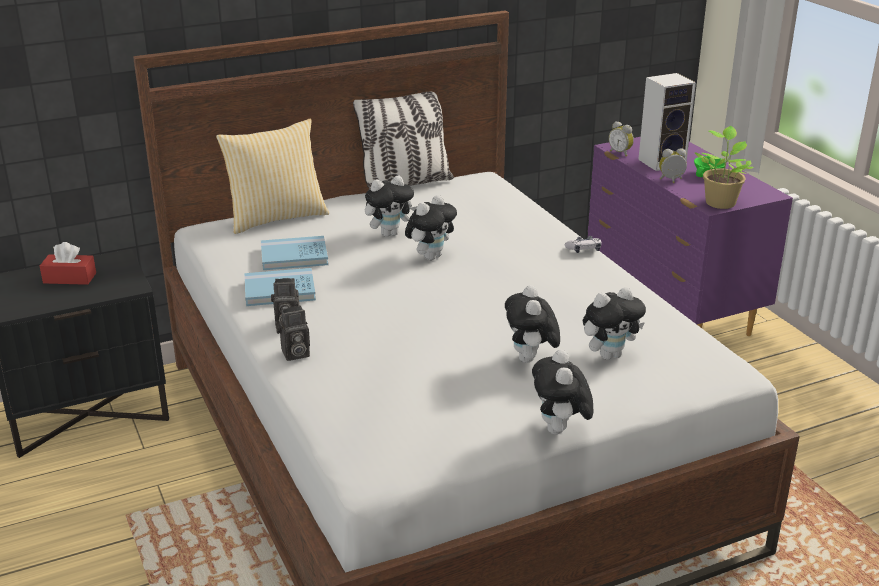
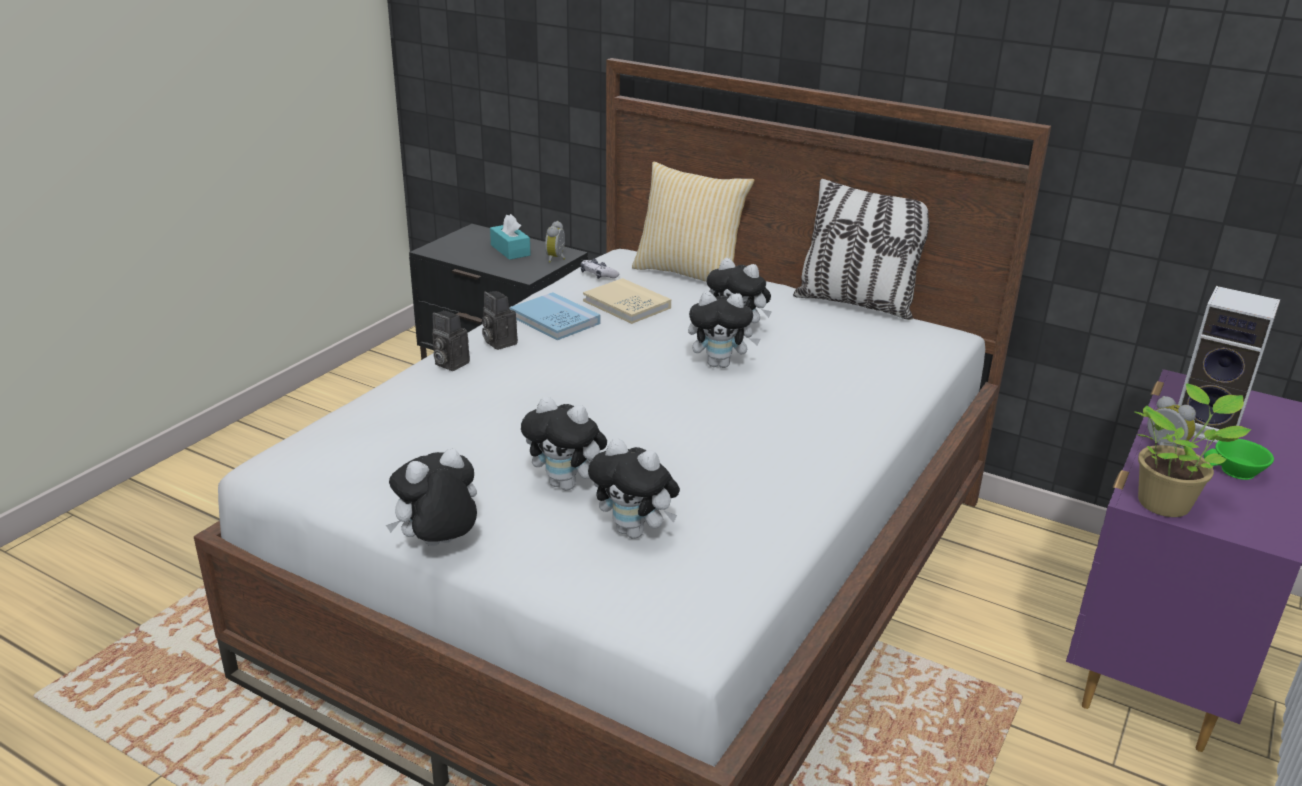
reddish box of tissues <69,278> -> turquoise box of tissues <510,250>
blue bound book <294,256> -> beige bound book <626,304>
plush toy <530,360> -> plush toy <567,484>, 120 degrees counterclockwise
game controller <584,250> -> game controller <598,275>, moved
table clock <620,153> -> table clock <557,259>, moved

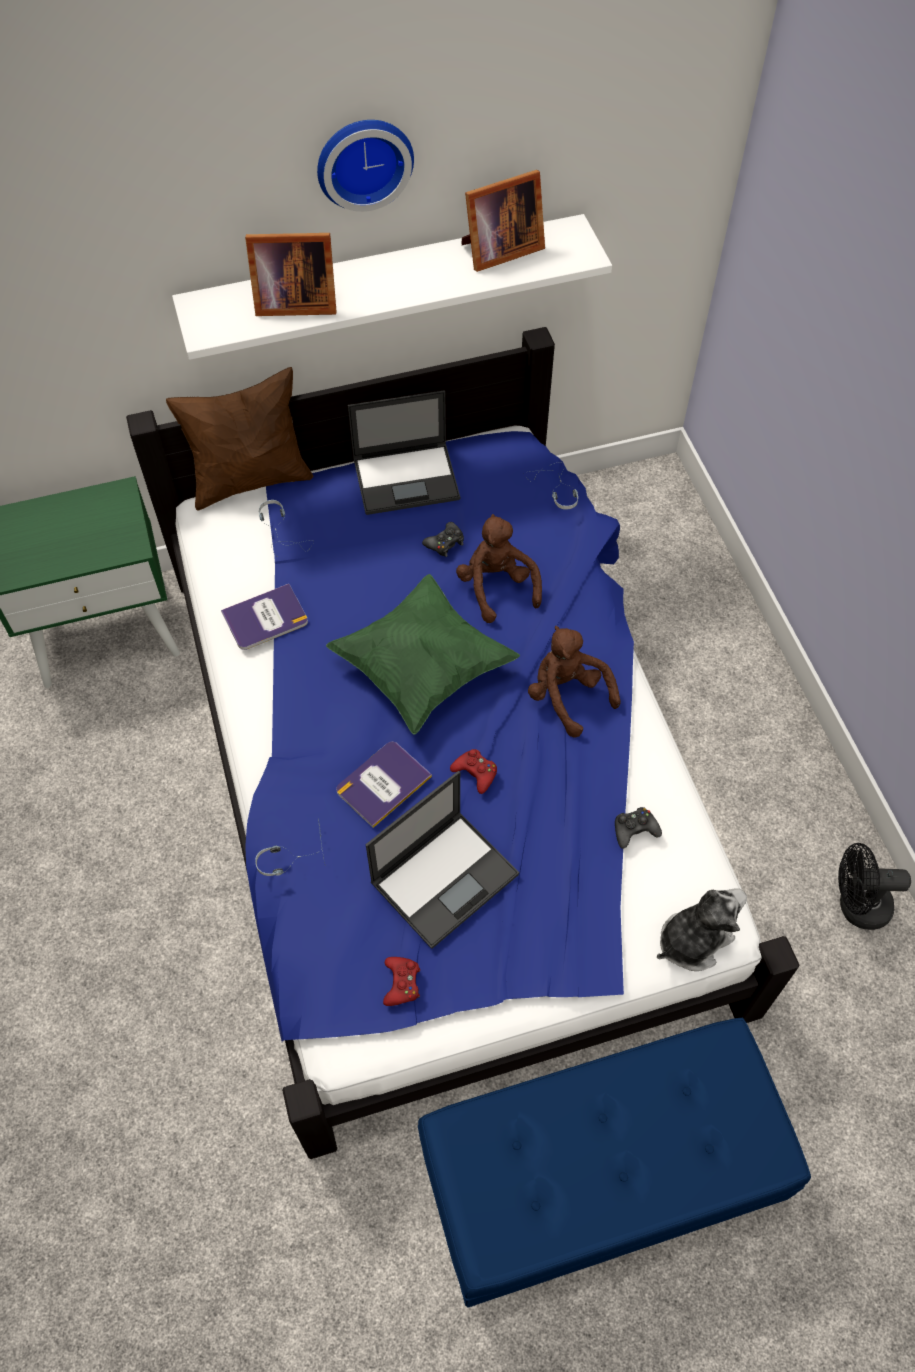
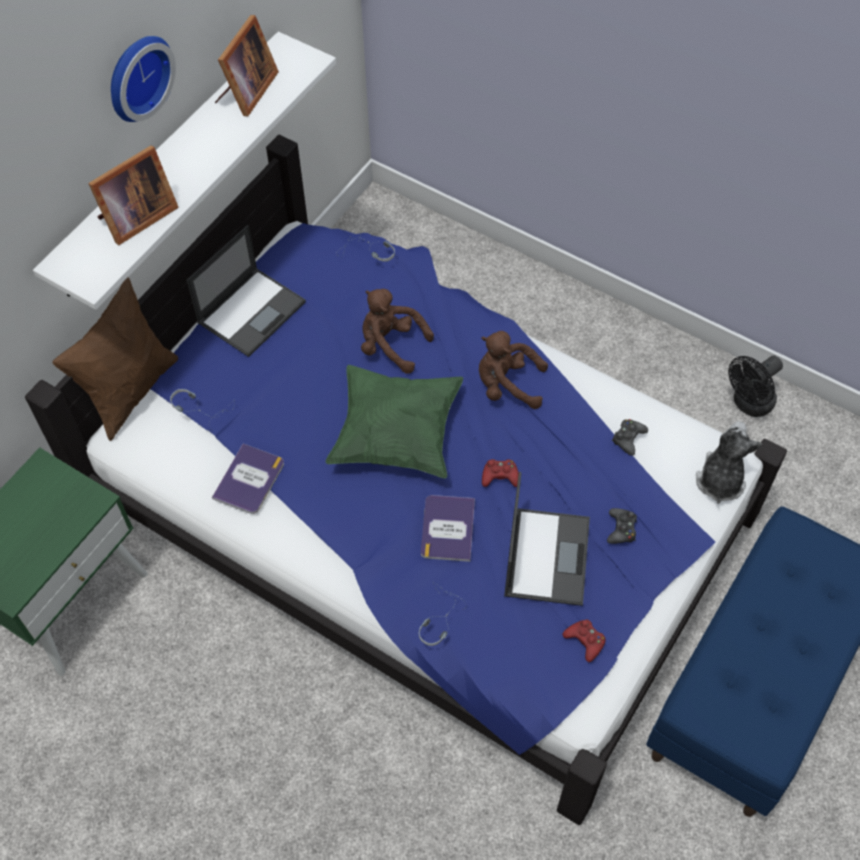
black-coloured game controller <445,543> -> black-coloured game controller <621,529>, moved

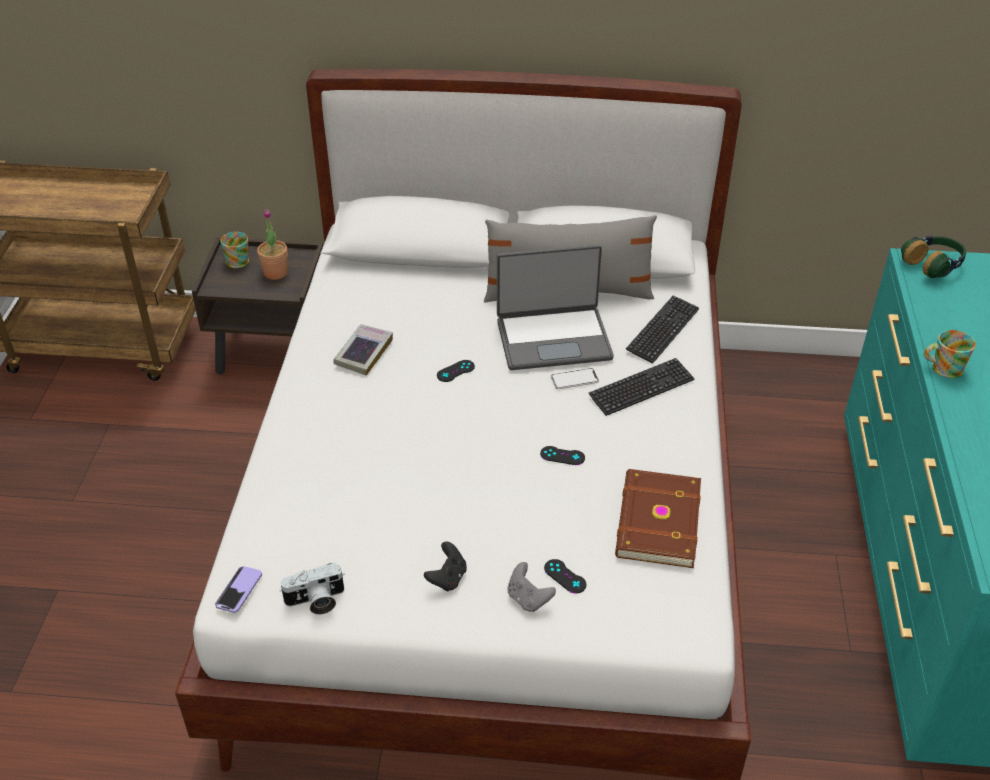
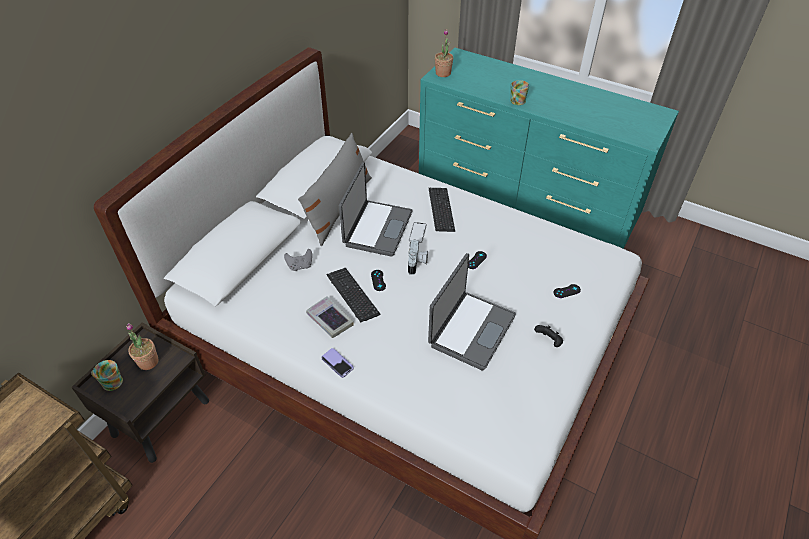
handset <239,590> -> handset <337,363>, moved
photo camera <316,601> -> photo camera <417,263>, moved
greyish game controller <528,599> -> greyish game controller <300,266>, moved
brown-coloured bound book <656,522> -> none
computer keyboard <662,330> -> computer keyboard <352,295>, moved
headset <933,265> -> plant in a pot <443,73>
none -> laptop <470,330>

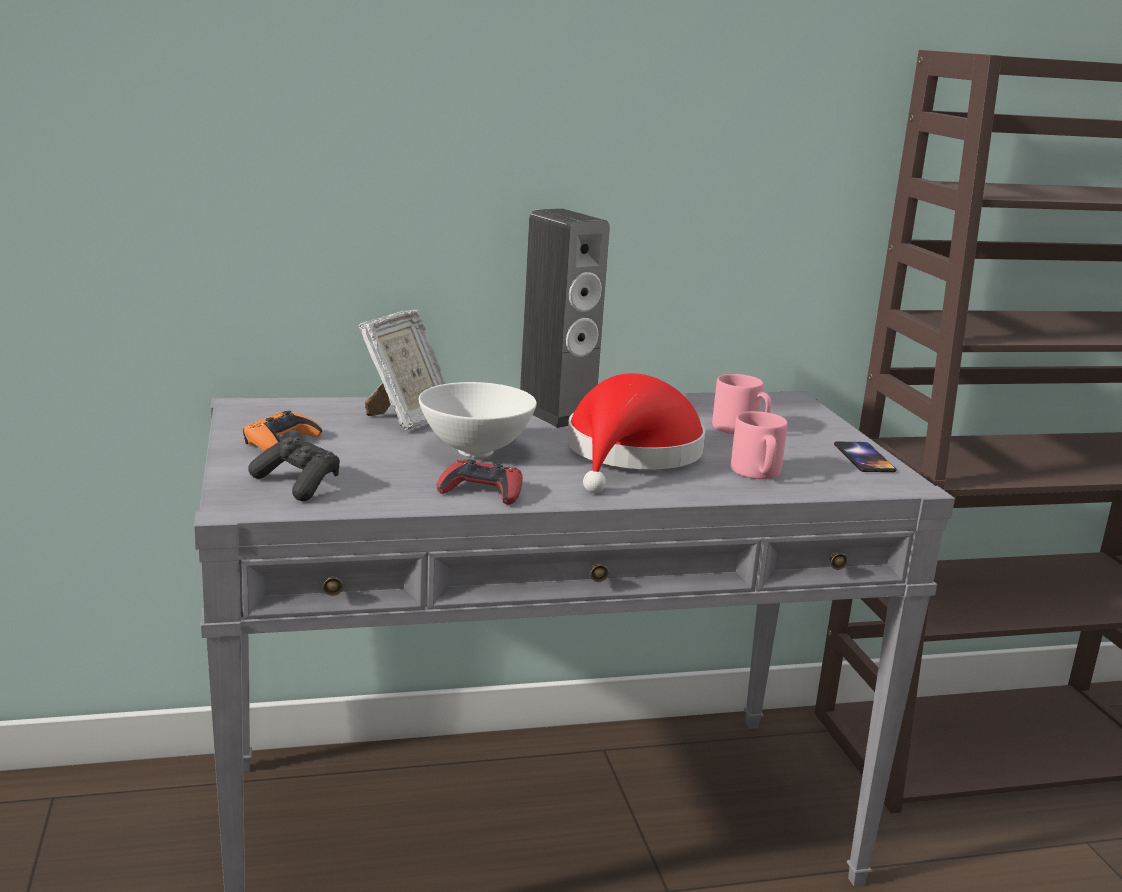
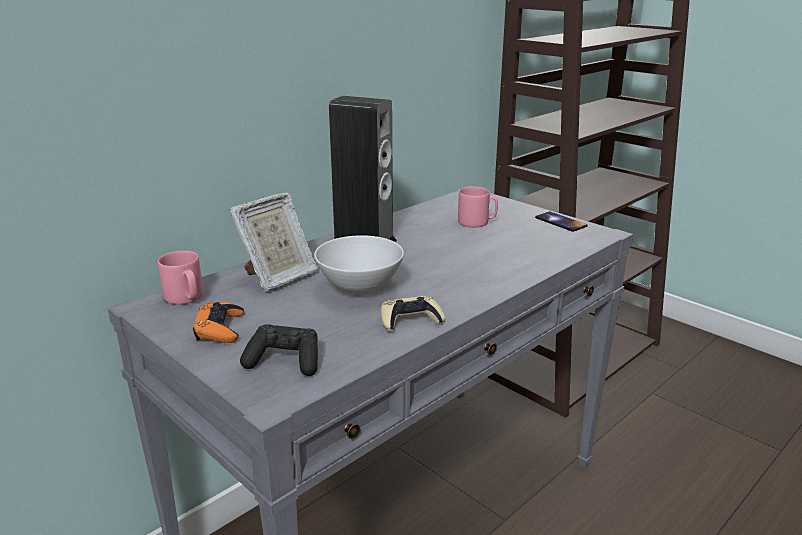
standing frame <407,417> -> standing frame <278,277>, 45 degrees clockwise
reddish game controller <482,491> -> beige game controller <410,320>
reddish hat <631,455> -> none
pinkish coffee mug <757,473> -> pinkish coffee mug <186,298>, moved

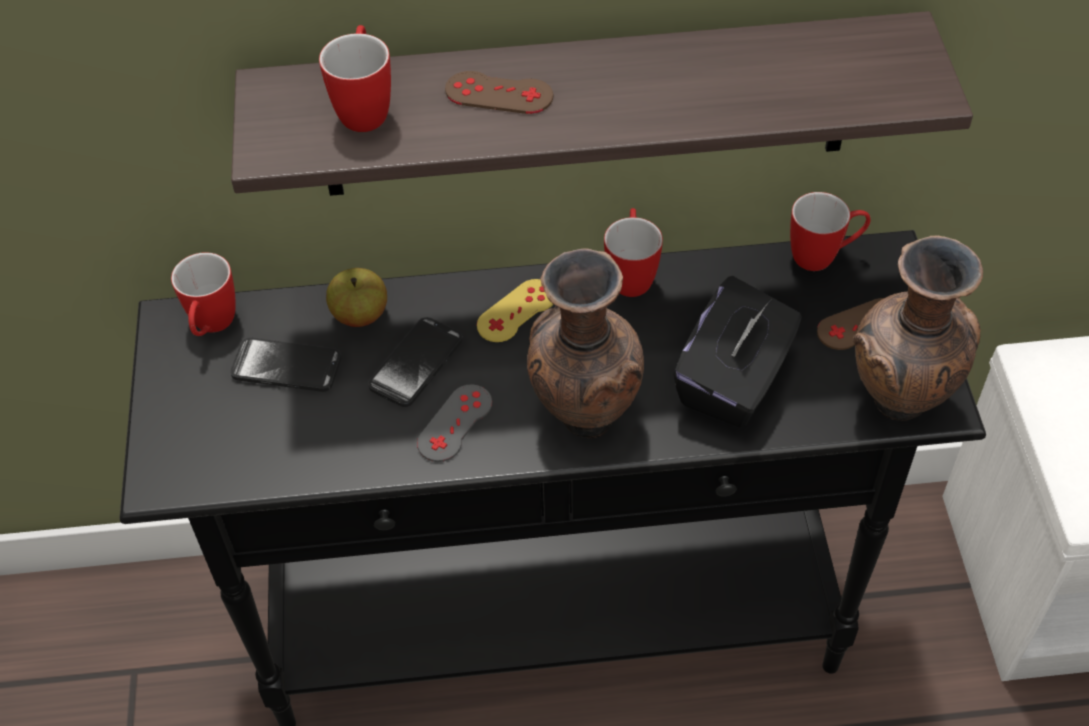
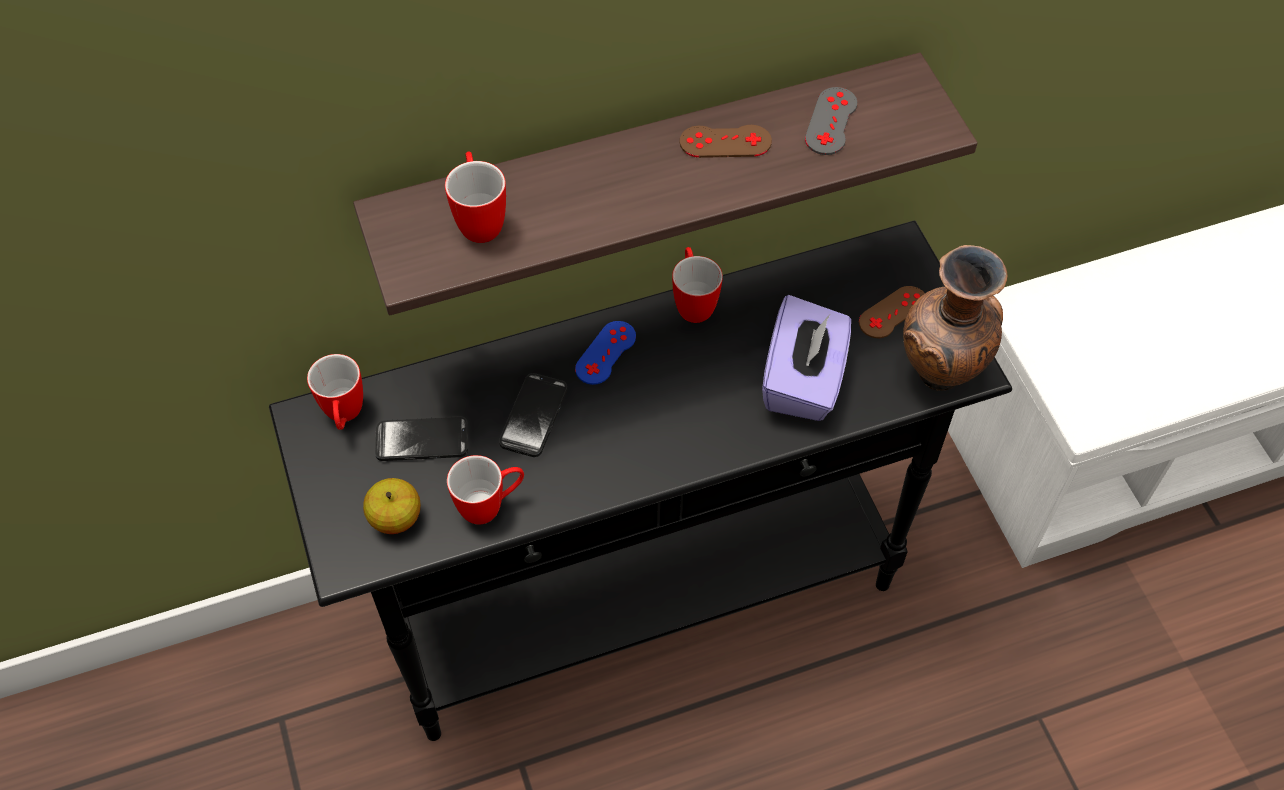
whole apple <360,315> -> whole apple <395,518>, moved
greyish game controller <455,423> -> greyish game controller <831,121>, moved
brown-coloured game controller <499,93> -> brown-coloured game controller <725,142>, moved
yellowish game controller <517,311> -> blue game controller <605,353>
brown-coloured decorative vase <583,417> -> none
black-coloured box of tissues <734,380> -> purple box of tissues <803,380>
coffee mug <823,256> -> coffee mug <491,506>, moved

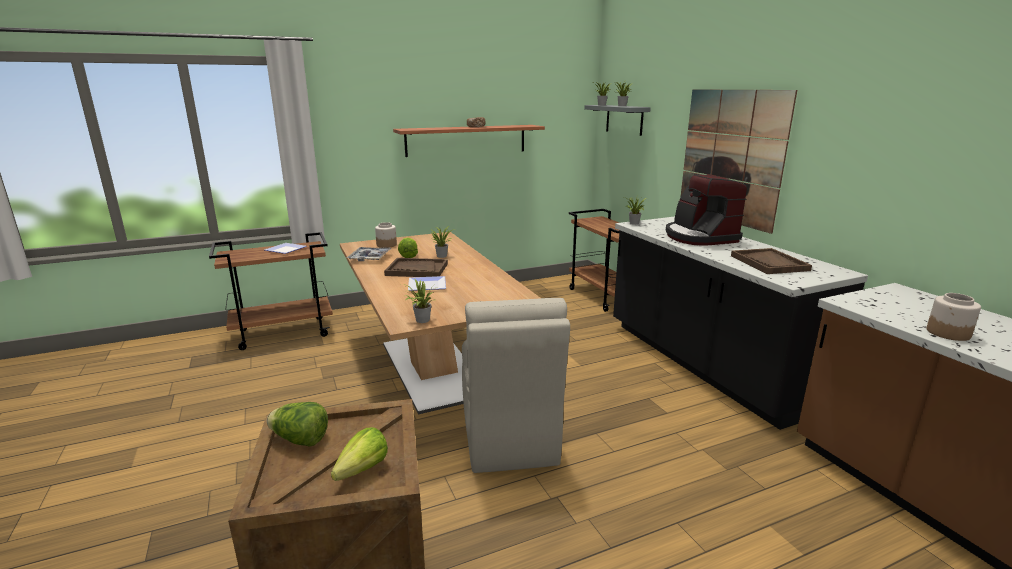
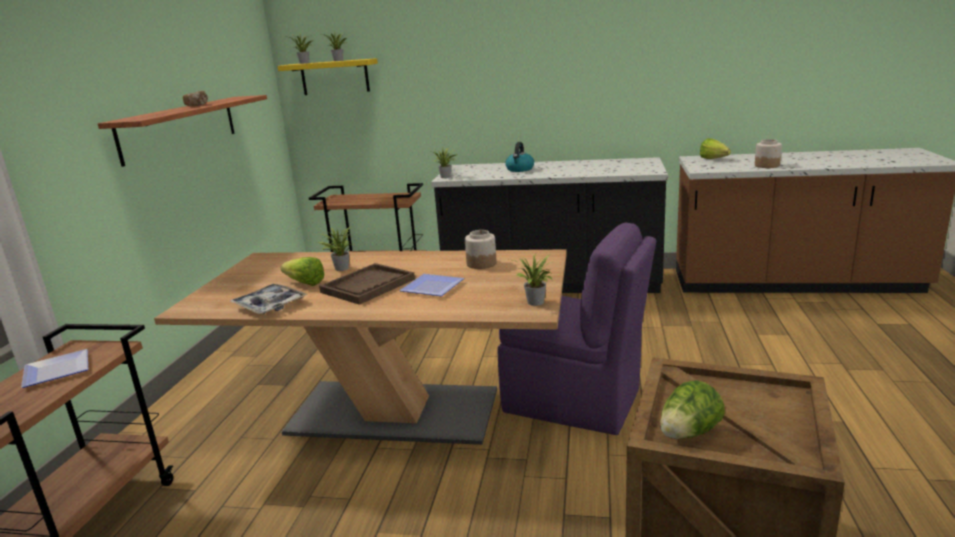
lettuce <357,473> -> lettuce <715,160>, moved
storage jar <387,245> -> storage jar <481,263>, moved
beige upright chair <508,438> -> purple upright chair <575,401>
greyish shelf <624,119> -> yellowish shelf <335,77>
coffee brewer <699,237> -> tea kettle <520,169>
wall picture <731,157> -> none
brown-coloured serving tray <769,263> -> none

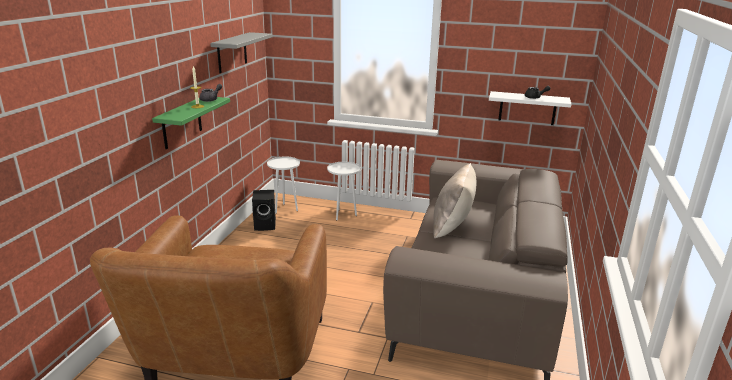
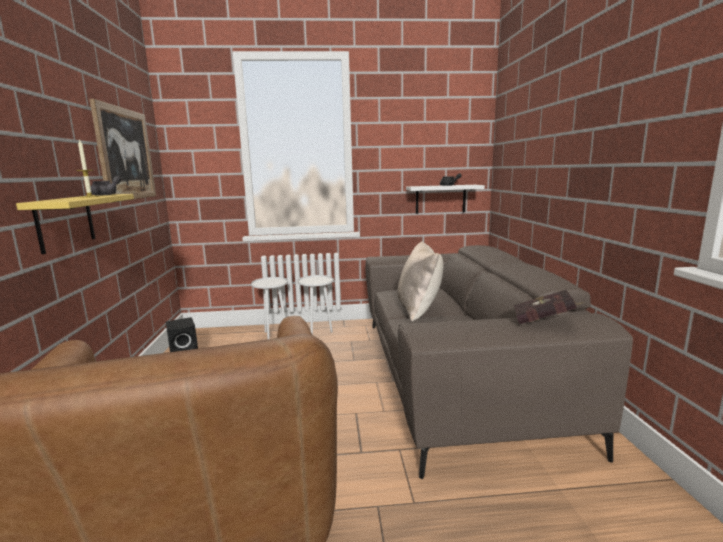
greenish shelf <182,122> -> yellowish shelf <65,222>
greyish shelf <232,52> -> wall picture <125,154>
white-coloured end table <285,209> -> white-coloured end table <318,333>, moved
none -> reddish bound book <545,322>

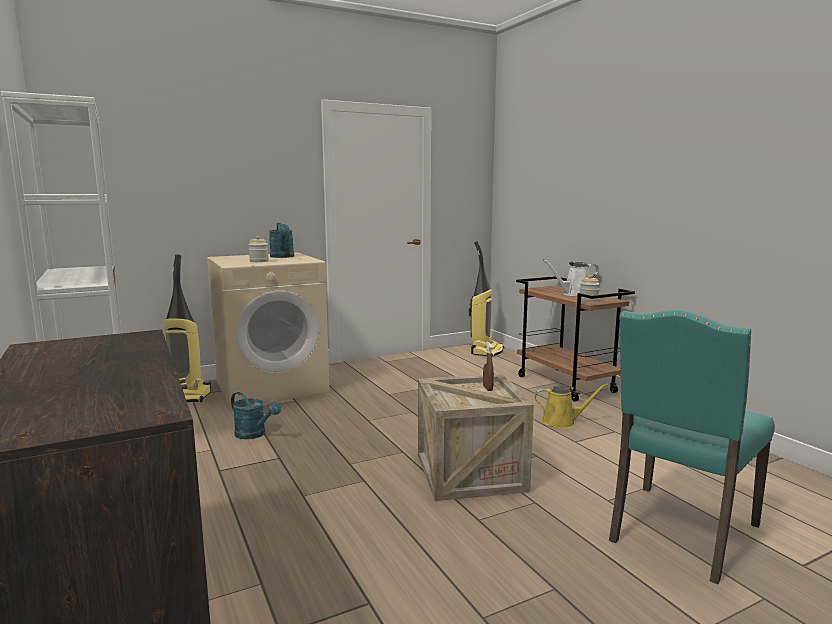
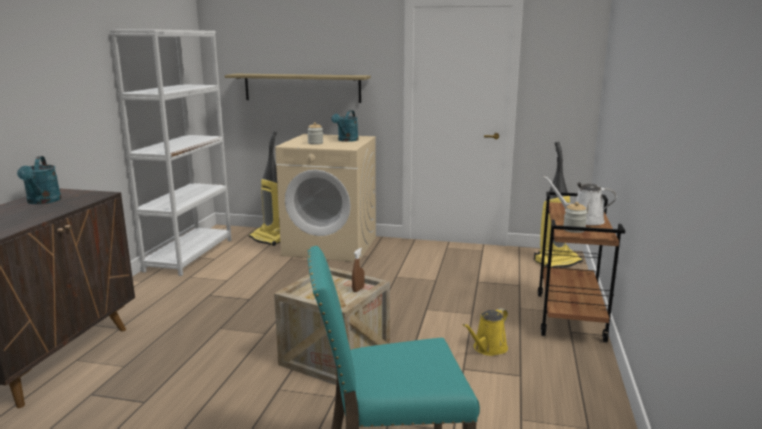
turquoise sprinkling can <254,434> -> turquoise sprinkling can <43,201>, moved
yellowish sprinkling can <562,422> -> yellowish sprinkling can <488,349>, 90 degrees clockwise
none -> shelf <302,88>

